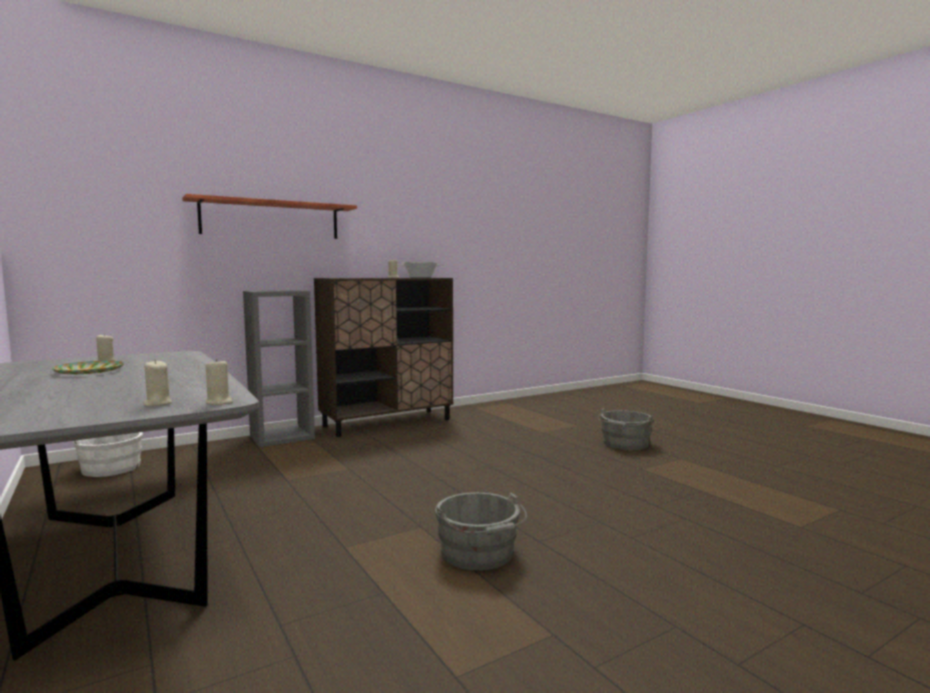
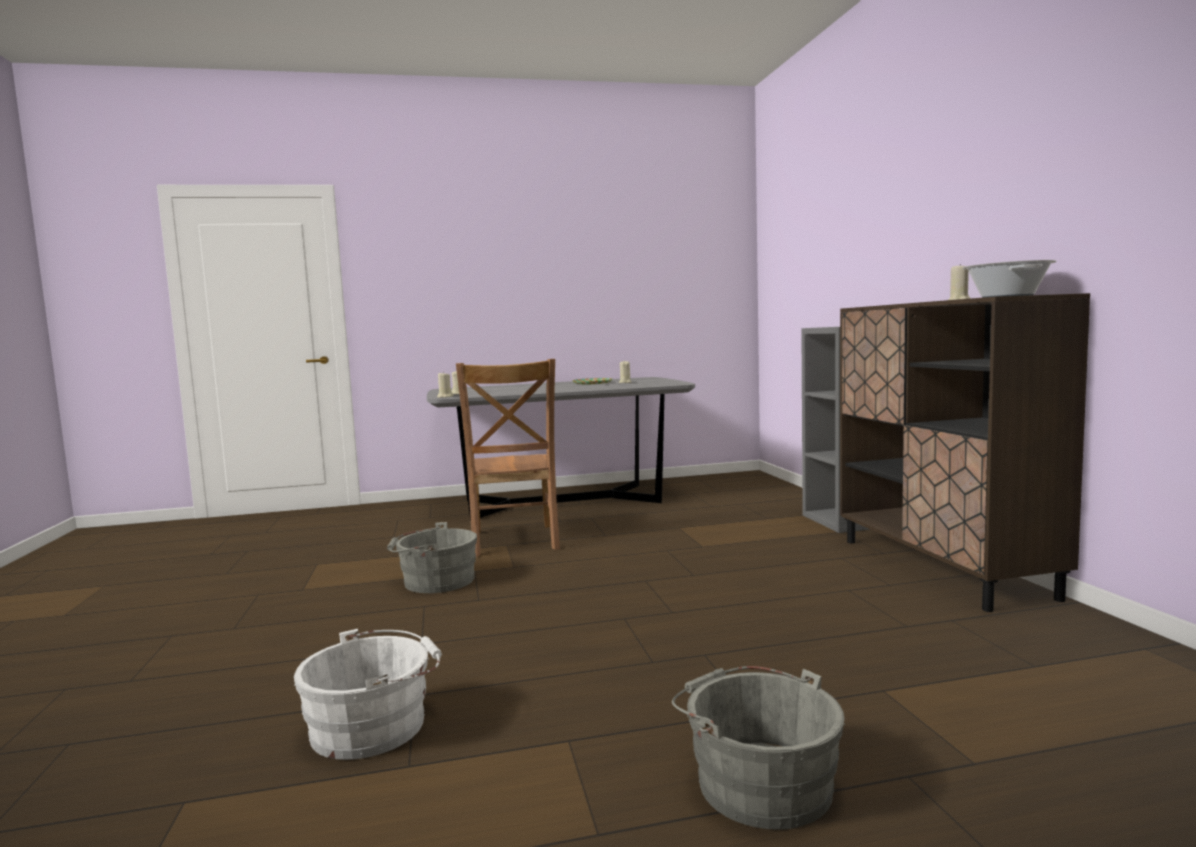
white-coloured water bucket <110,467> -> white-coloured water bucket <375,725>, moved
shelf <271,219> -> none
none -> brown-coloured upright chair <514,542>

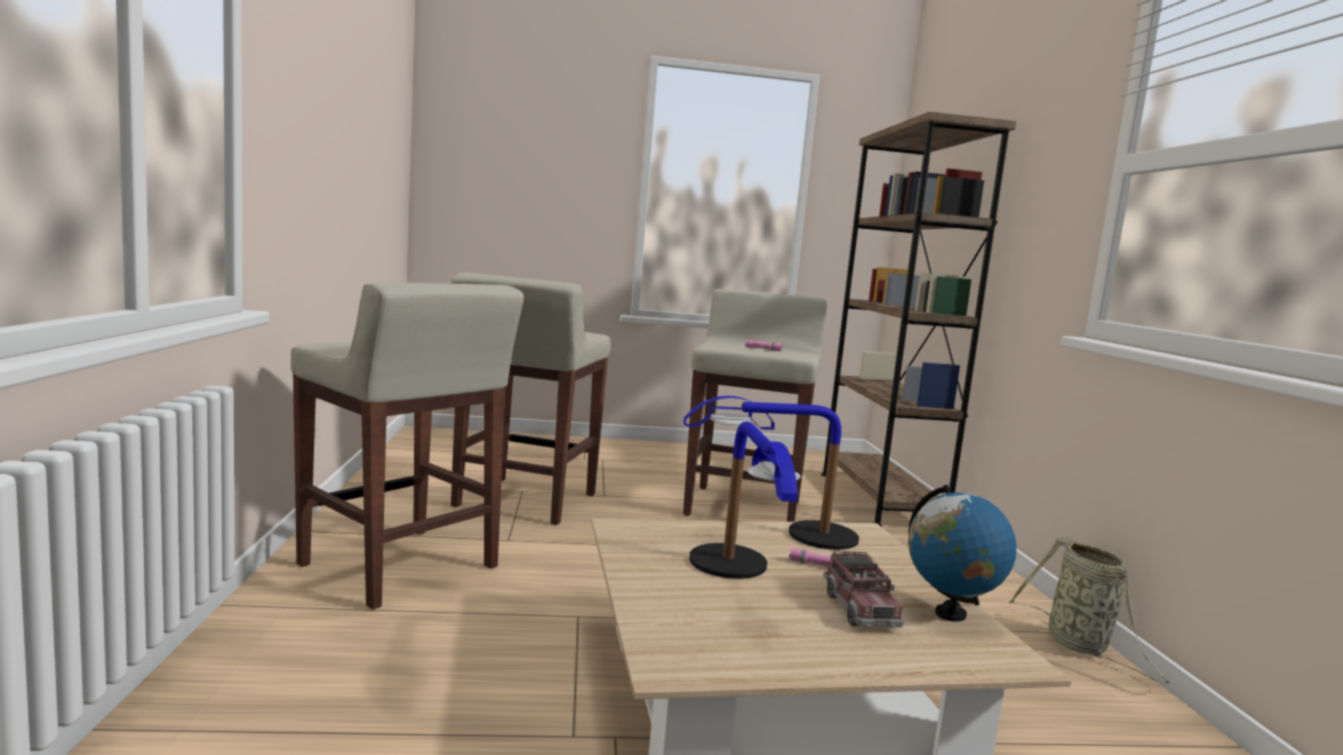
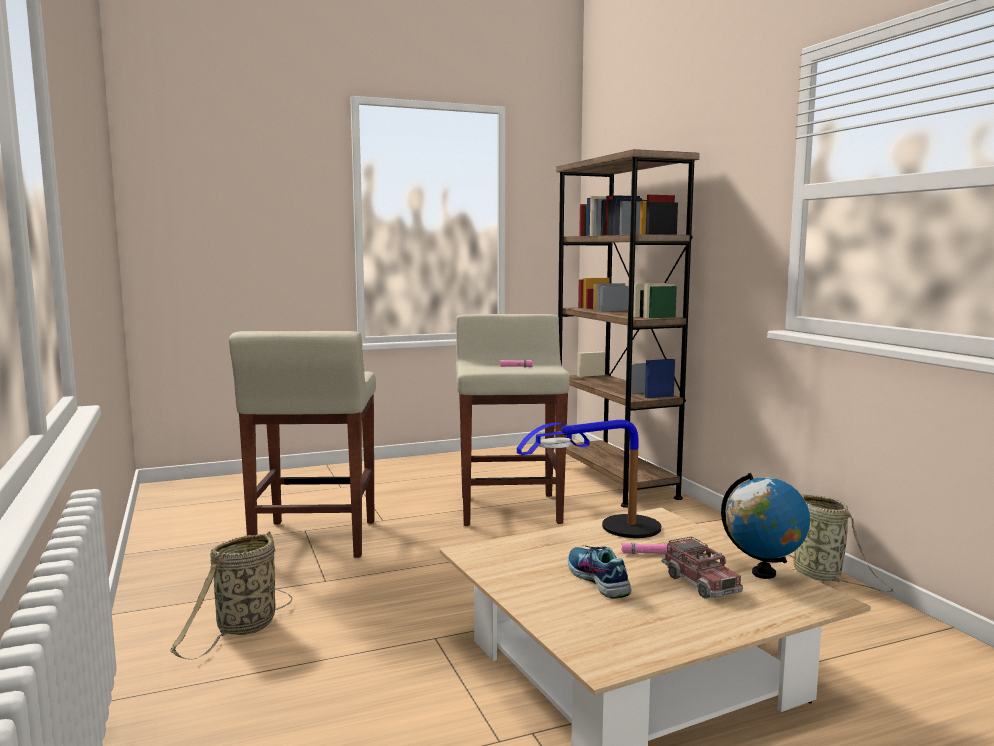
beige stool seat <400,567> -> storage basket <243,628>
lamp for a table <736,581> -> low shoe <597,580>

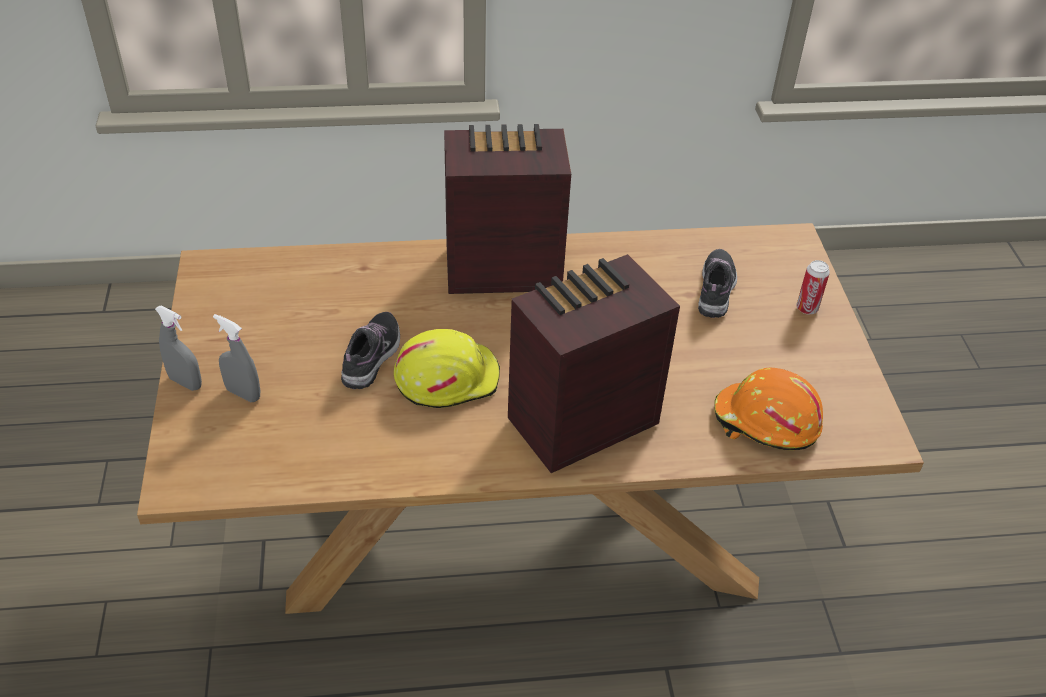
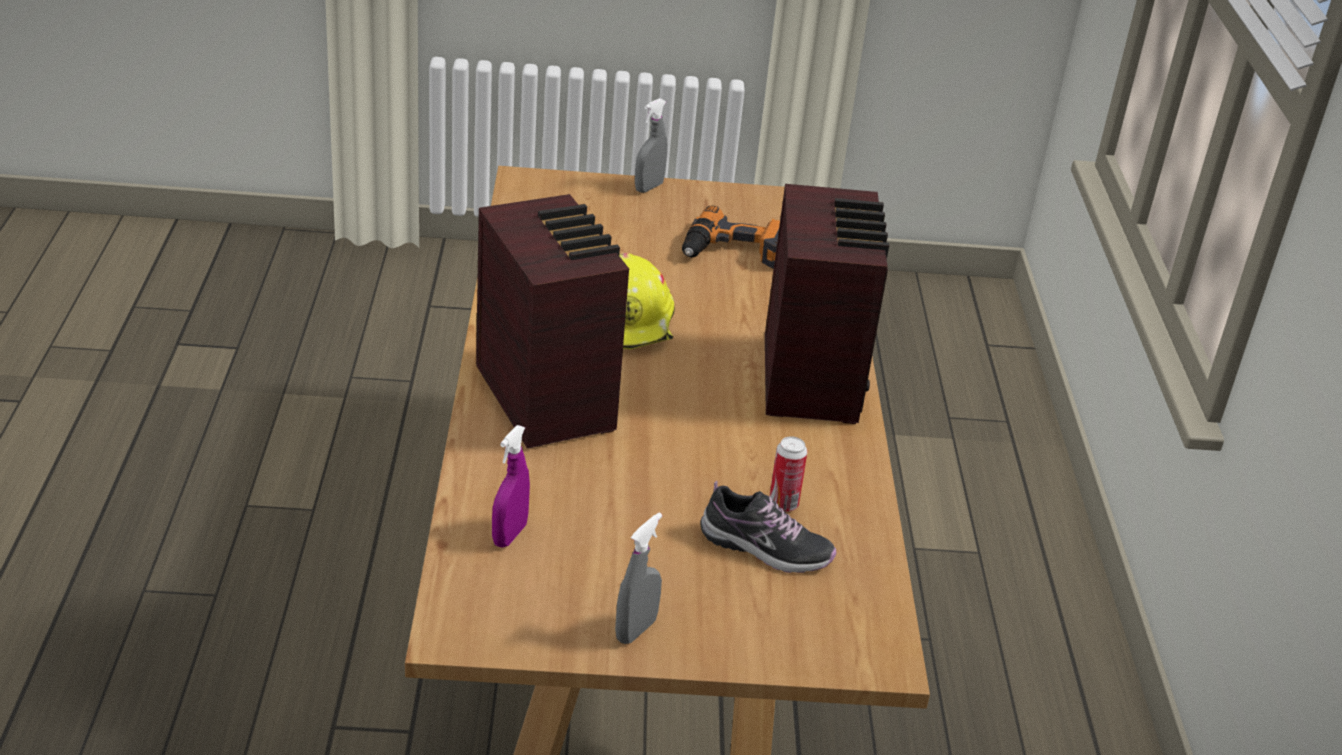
greyish sprayer <243,394> -> greyish sprayer <636,630>, moved
low shoe <372,356> -> none
orangey work helmet <765,422> -> purple sprayer <509,535>
sealed can <807,308> -> sealed can <783,504>, moved
none -> drill <737,252>

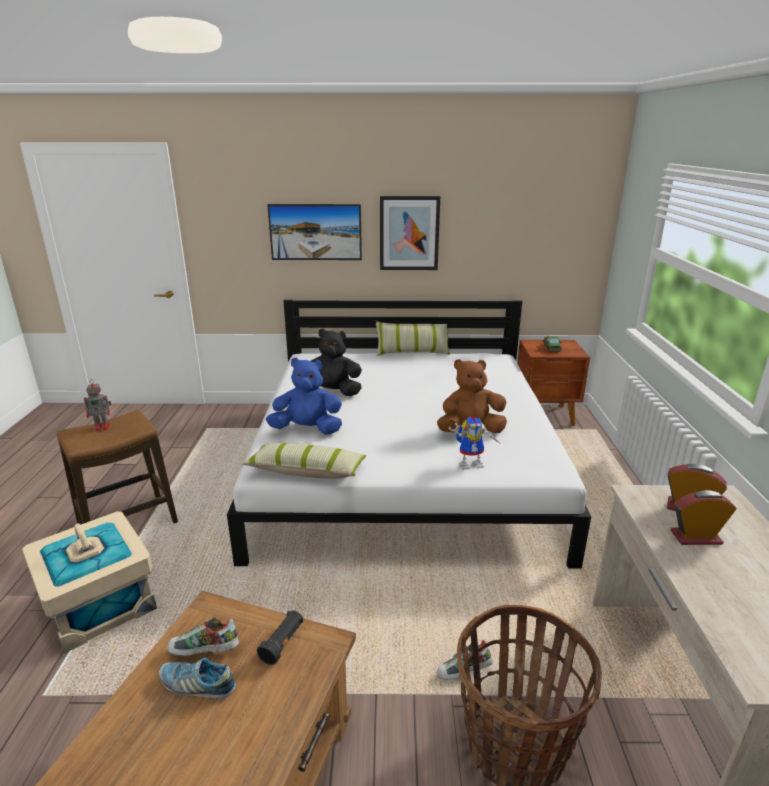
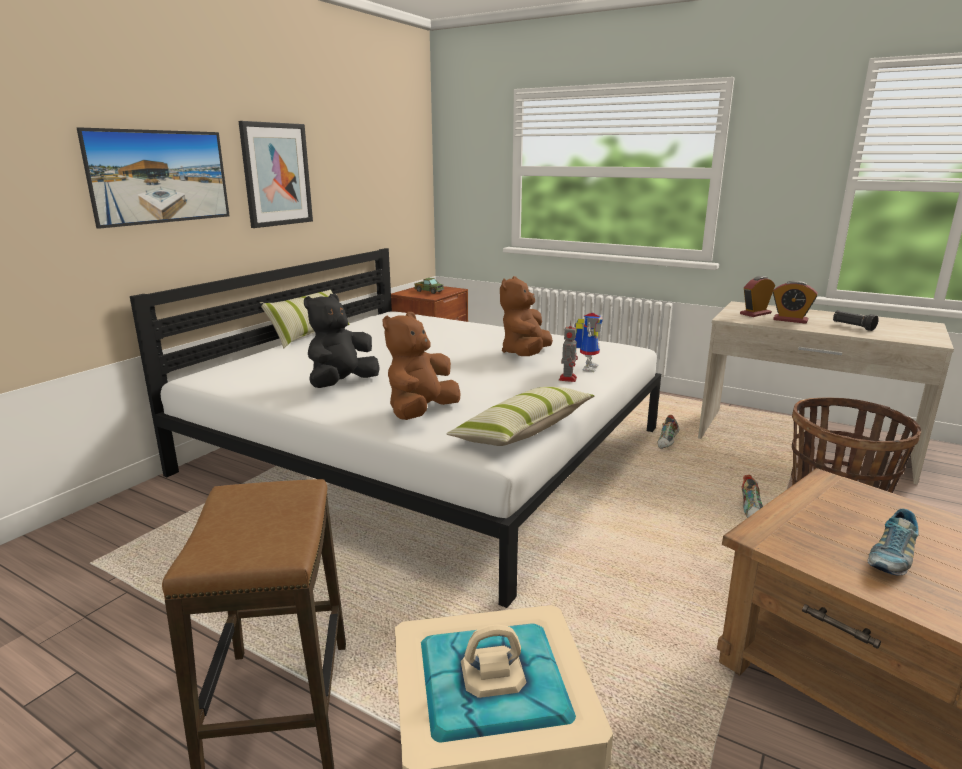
toy robot <103,427> -> toy robot <568,378>, moved
low shoe <204,652> -> low shoe <668,443>, moved
black-coloured hand torch <283,643> -> black-coloured hand torch <853,327>, moved
blue plush toy <307,429> -> brown-coloured plush toy <421,413>
table clock <696,537> -> table clock <790,320>, 90 degrees counterclockwise

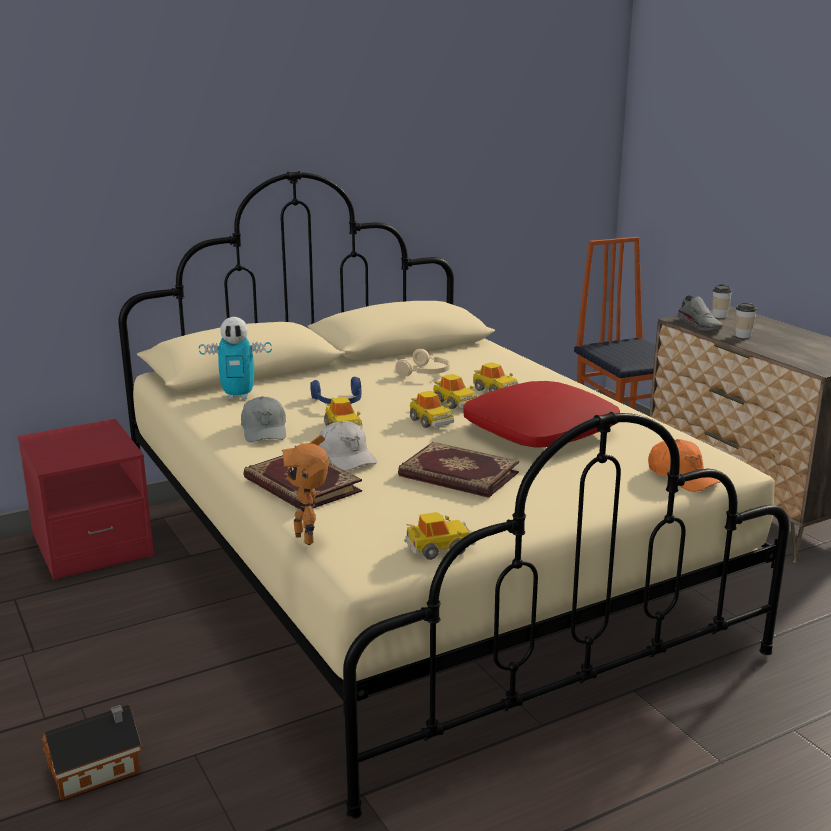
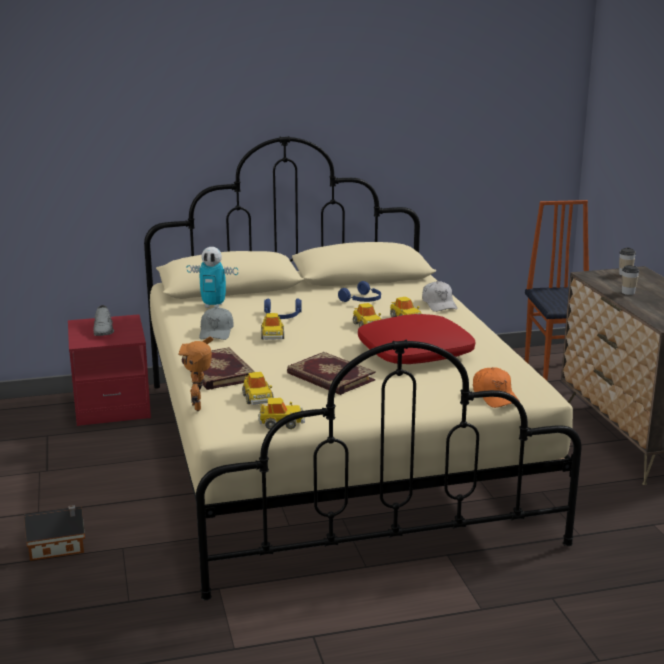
white-coloured baseball cap <347,457> -> white-coloured baseball cap <439,304>, moved
beige headset <426,373> -> blue headset <362,300>
toy car <431,421> -> toy car <258,398>, moved
greyish low shoe <700,325> -> greyish low shoe <104,330>, moved

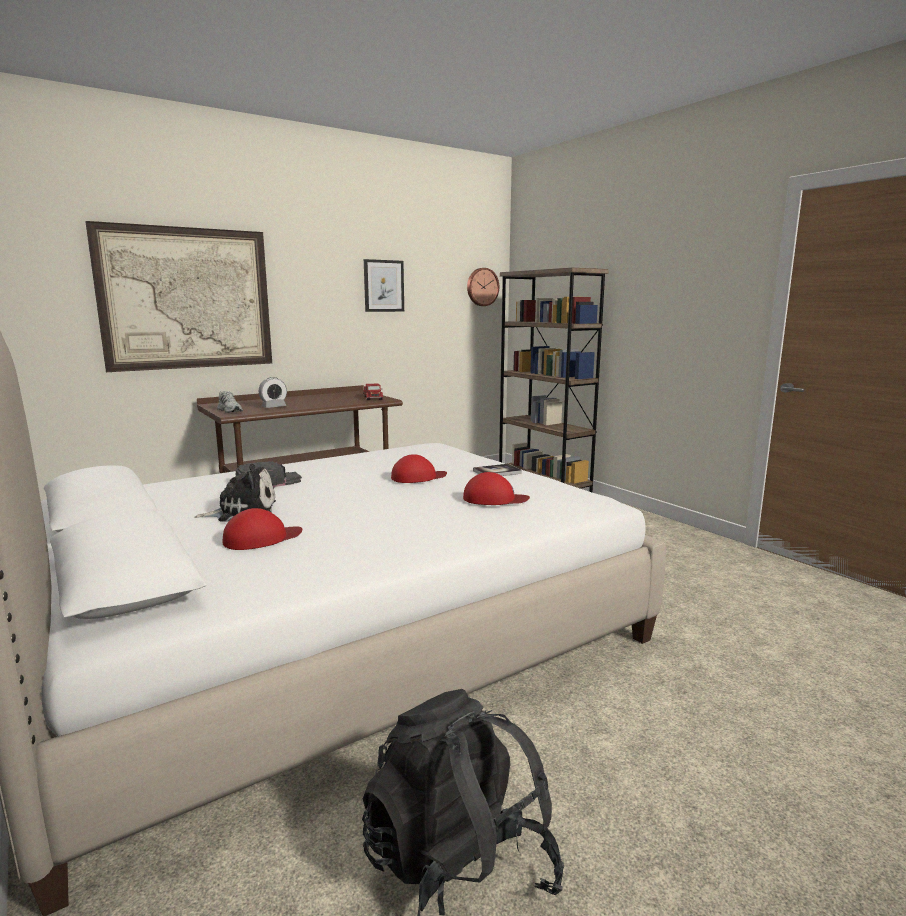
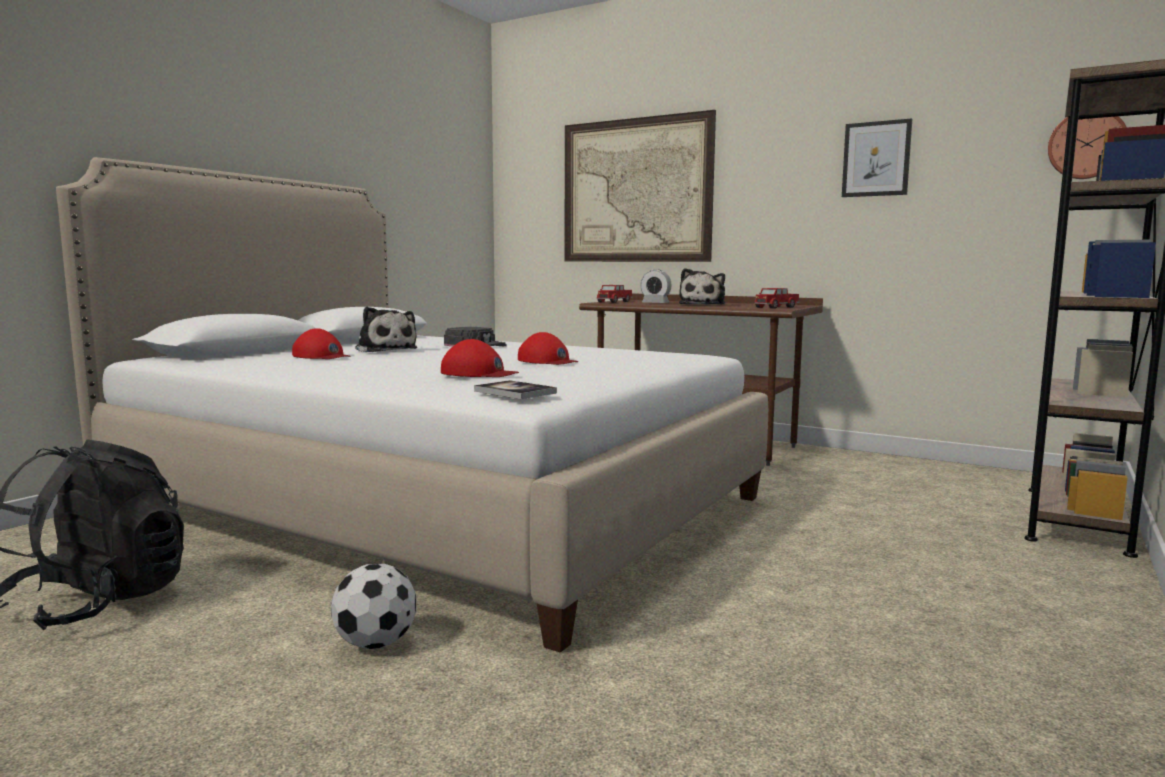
white-coloured low shoe <230,410> -> model truck <614,302>
reddish baseball cap <494,499> -> reddish baseball cap <478,373>, 45 degrees counterclockwise
bound book <497,472> -> bound book <515,392>, moved
none -> football ball <374,643>
none -> plush toy <703,304>

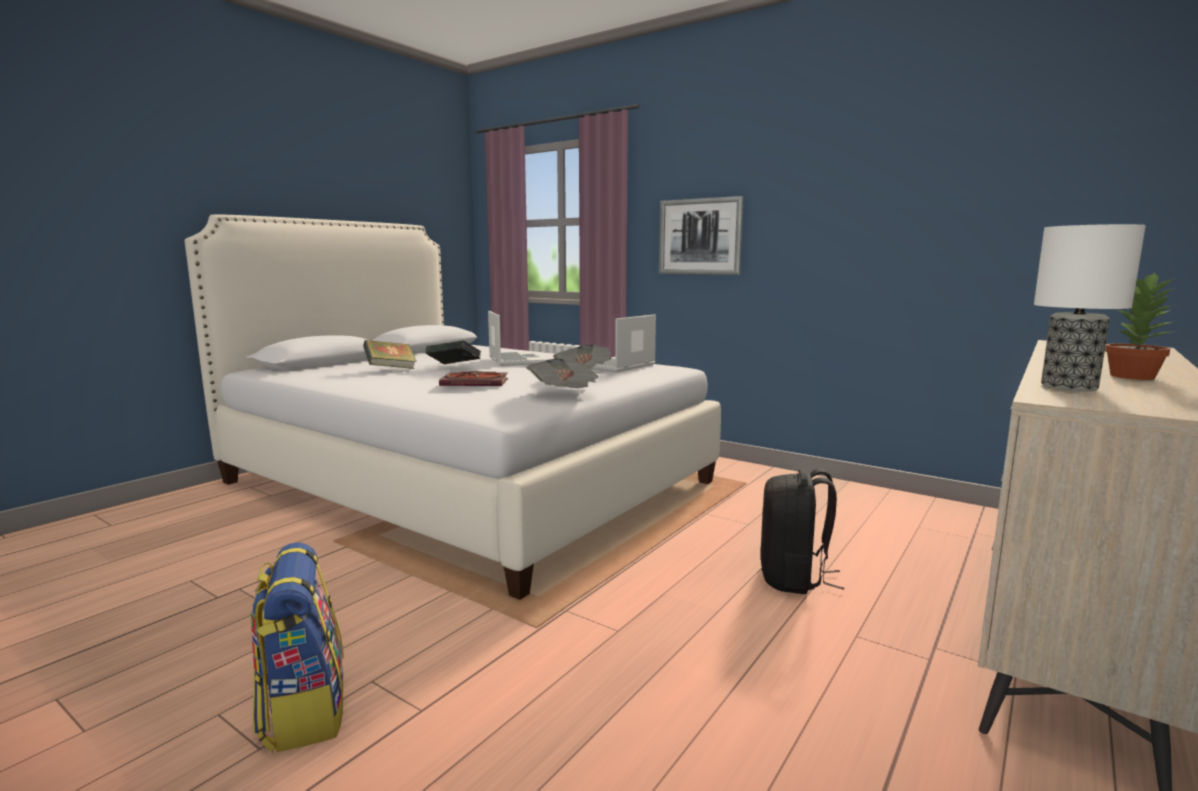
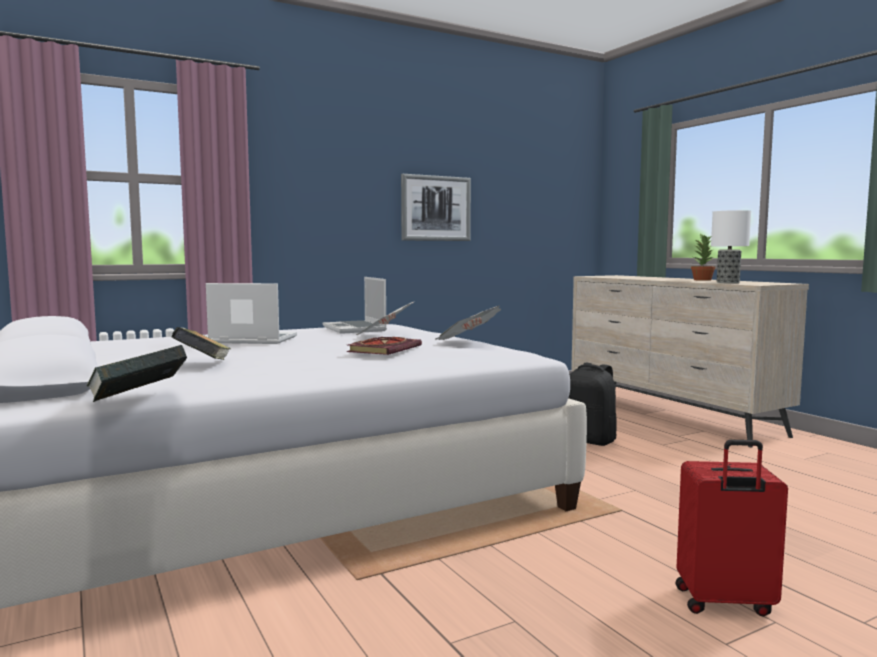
rucksack <303,711> -> reddish piece of luggage <724,603>
bound book <454,367> -> bound book <138,399>, moved
wall picture <700,237> -> wall picture <435,208>, moved

